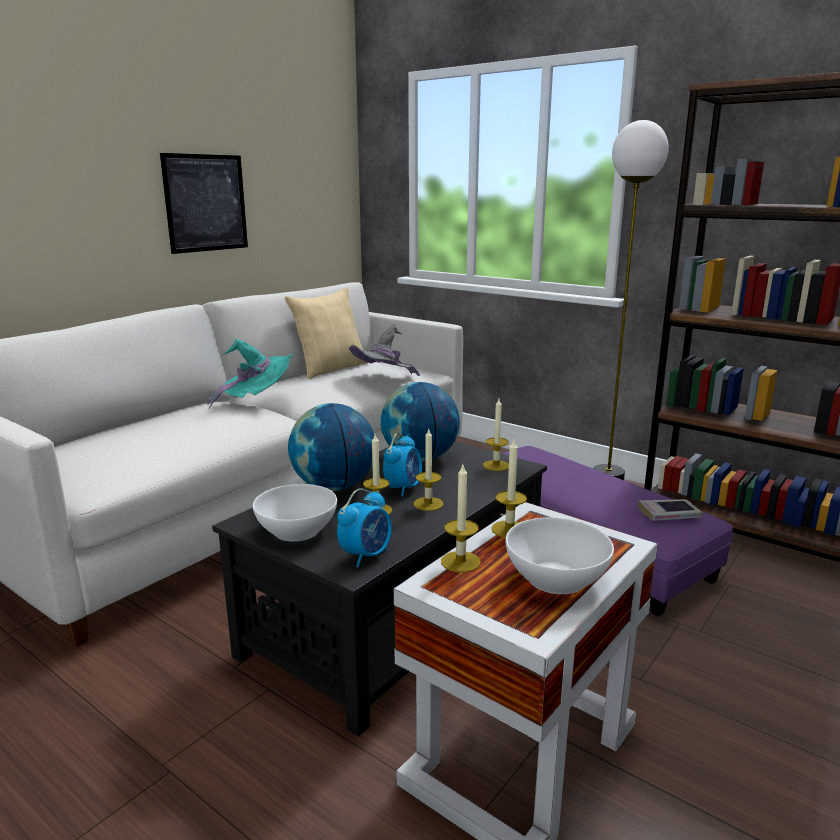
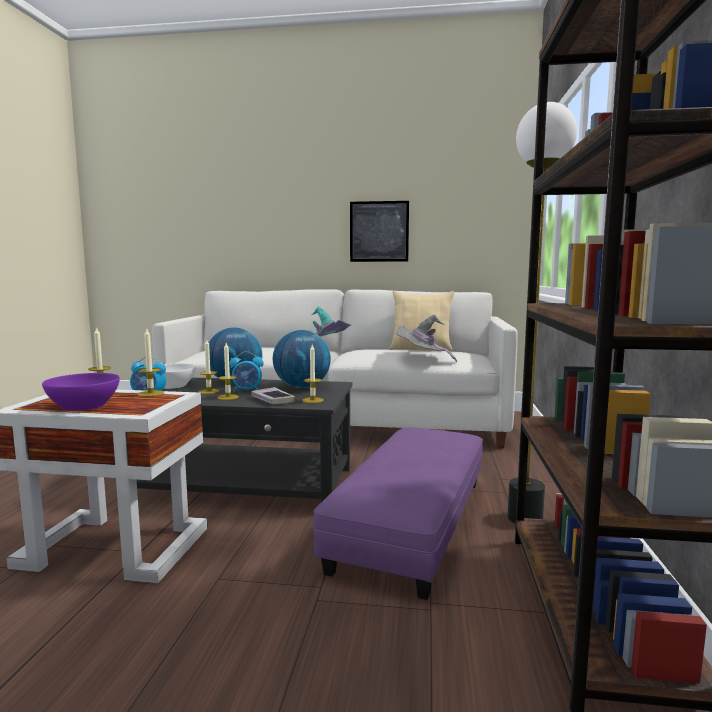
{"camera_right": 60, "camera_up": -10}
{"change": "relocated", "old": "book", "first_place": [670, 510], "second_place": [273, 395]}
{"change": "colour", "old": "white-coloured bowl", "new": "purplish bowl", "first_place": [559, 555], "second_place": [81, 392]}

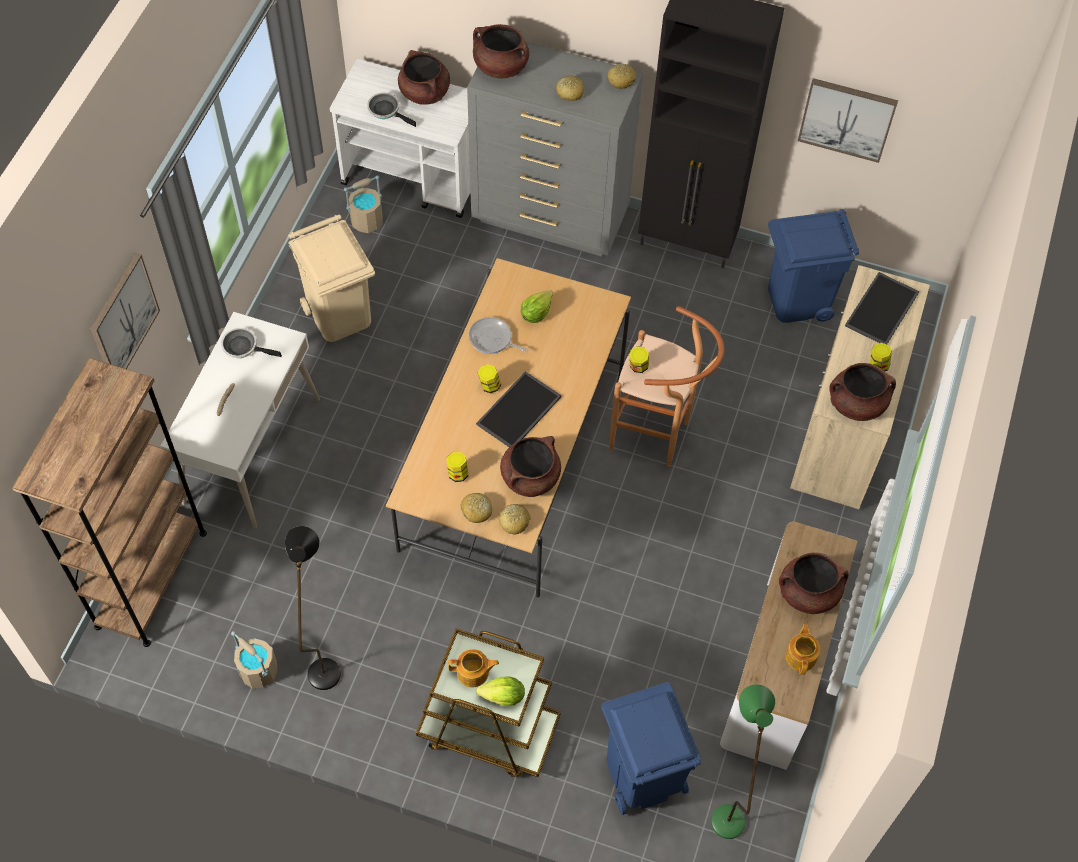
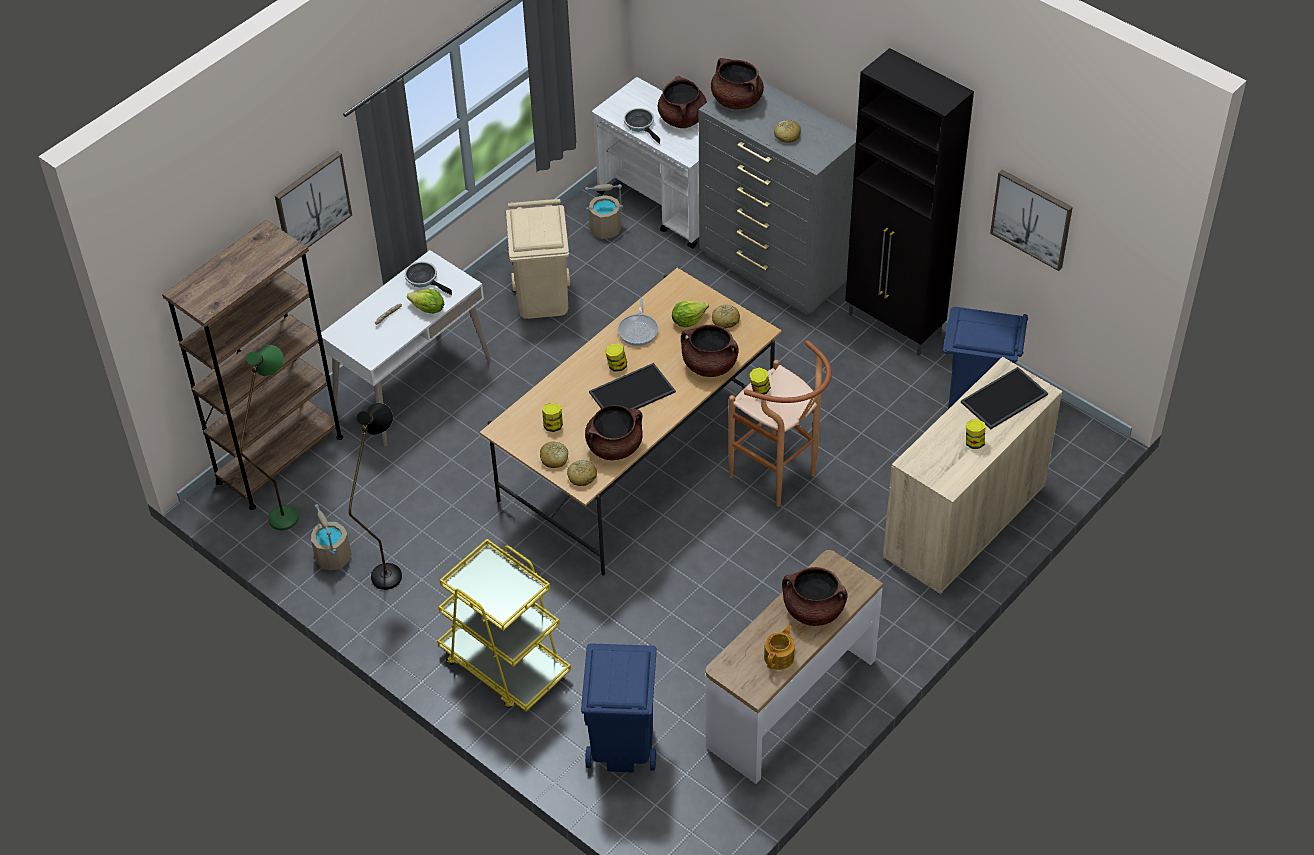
{"camera_right": 25, "camera_up": -10}
{"change": "missing", "old": "tea pot", "first_place": [473, 668]}
{"change": "relocated", "old": "head of lettuce", "first_place": [500, 691], "second_place": [425, 301]}
{"change": "relocated", "old": "baked bread", "first_place": [621, 76], "second_place": [726, 316]}
{"change": "relocated", "old": "greenish standard lamp", "first_place": [743, 761], "second_place": [269, 437]}
{"change": "relocated", "old": "brownish cooking pot", "first_place": [862, 392], "second_place": [710, 351]}
{"change": "colour", "old": "brownish cart", "new": "yellow-coloured cart", "first_place": [488, 702], "second_place": [504, 625]}
{"change": "spun", "old": "skillet", "first_place": [499, 335], "second_place": [638, 322], "degrees": -135}

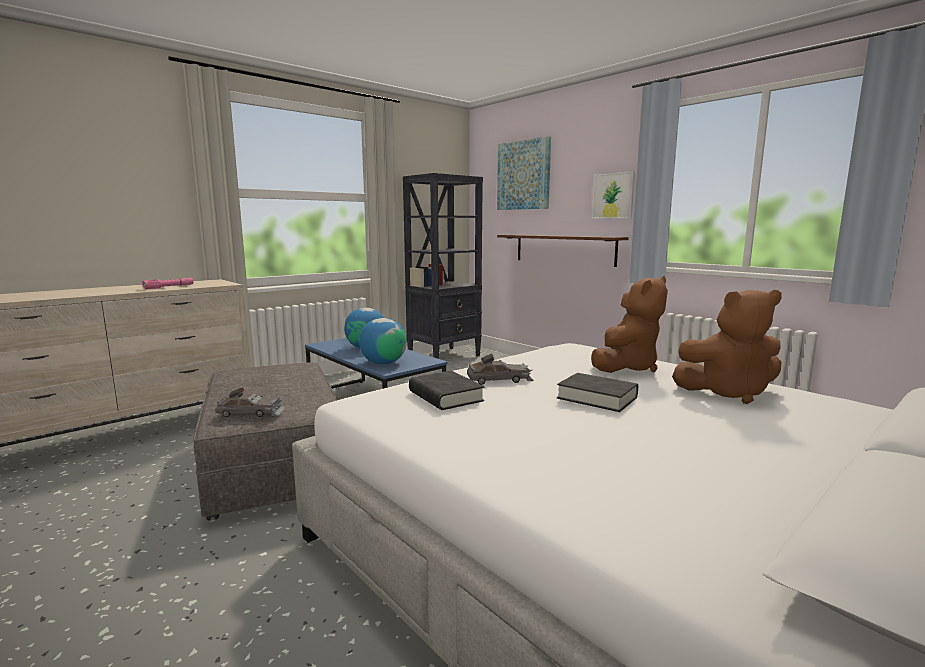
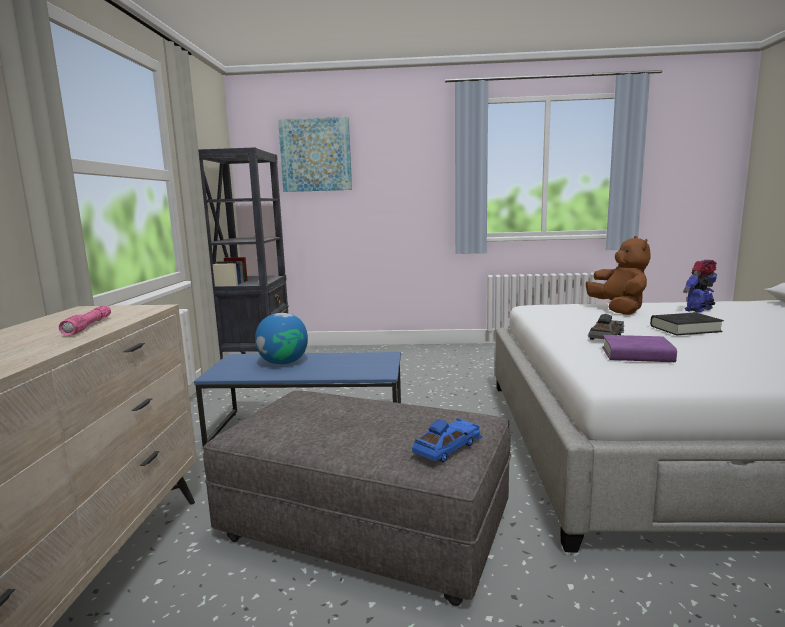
{"camera_right": -45, "camera_up": 0}
{"change": "missing", "old": "globe", "first_place": [383, 341]}
{"change": "missing", "old": "brownish wall shelf", "first_place": [563, 251]}
{"change": "missing", "old": "wall picture", "first_place": [613, 195]}
{"change": "exchanged", "old": "brownish soft toy", "new": "toy robot", "first_place": [727, 347], "second_place": [700, 286]}
{"change": "colour", "old": "gray toy car", "new": "bluish toy car", "first_place": [250, 402], "second_place": [447, 440]}
{"change": "colour", "old": "black-coloured book", "new": "purplish book", "first_place": [446, 390], "second_place": [639, 348]}

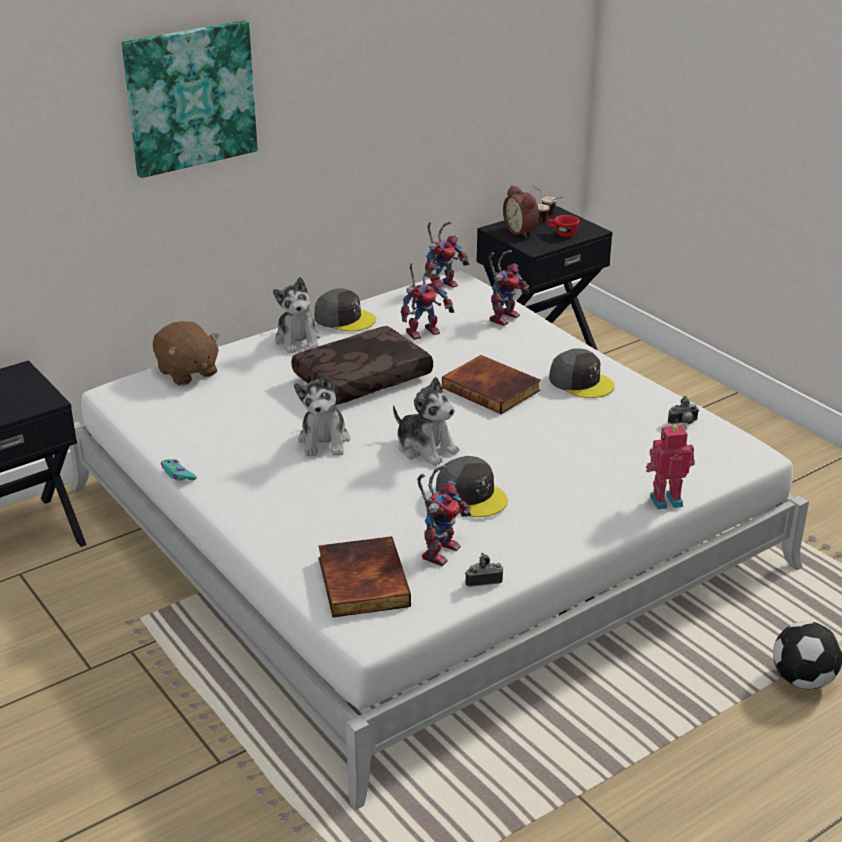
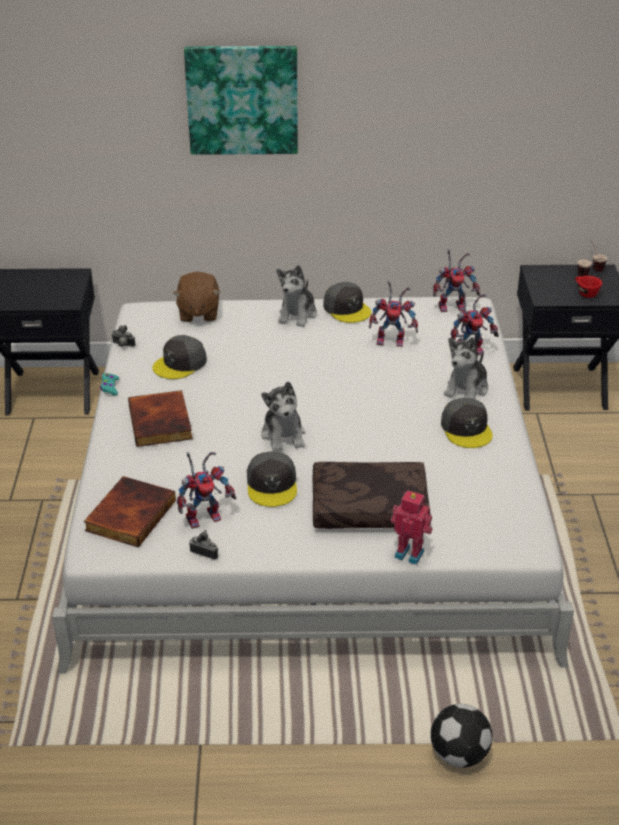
{"camera_right": 35, "camera_up": 5}
{"change": "missing", "old": "table clock", "first_place": [521, 211]}
{"change": "appeared", "new": "gray cap", "second_place": [180, 357]}
{"change": "relocated", "old": "brownish pillow", "first_place": [362, 365], "second_place": [372, 495]}
{"change": "relocated", "old": "soft toy", "first_place": [322, 415], "second_place": [466, 368]}
{"change": "relocated", "old": "book", "first_place": [491, 384], "second_place": [160, 418]}
{"change": "relocated", "old": "still camera", "first_place": [683, 410], "second_place": [123, 336]}

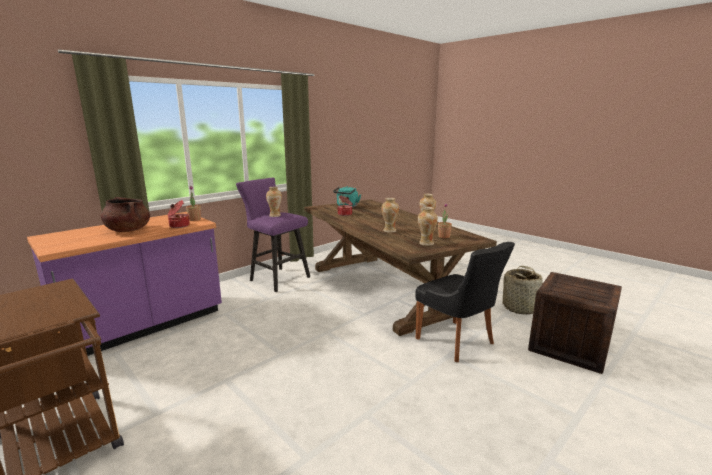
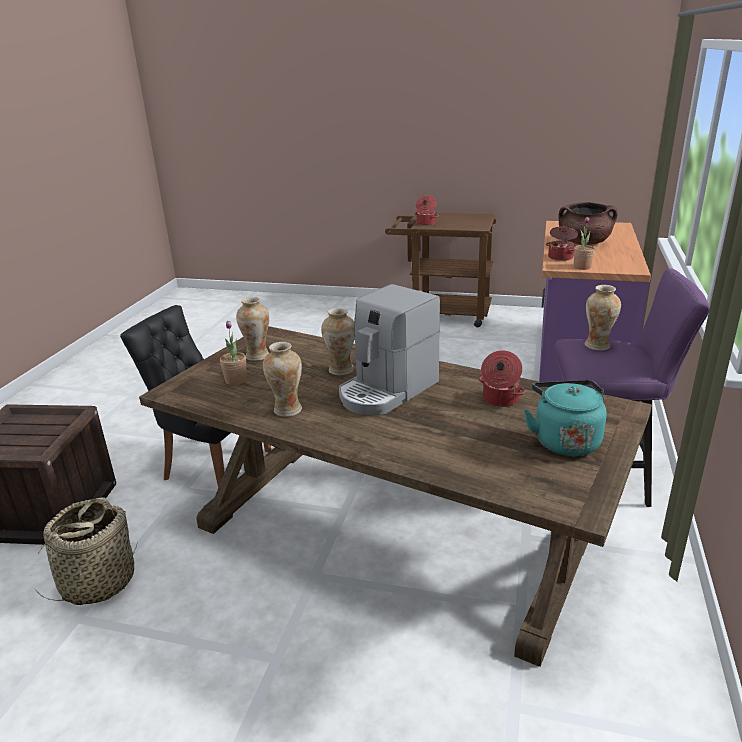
{"camera_right": 150, "camera_up": 10}
{"change": "appeared", "new": "coffee maker", "second_place": [389, 349]}
{"change": "appeared", "new": "cooking pot", "second_place": [427, 210]}

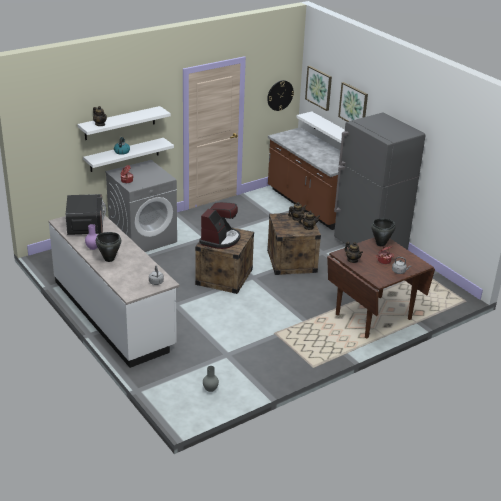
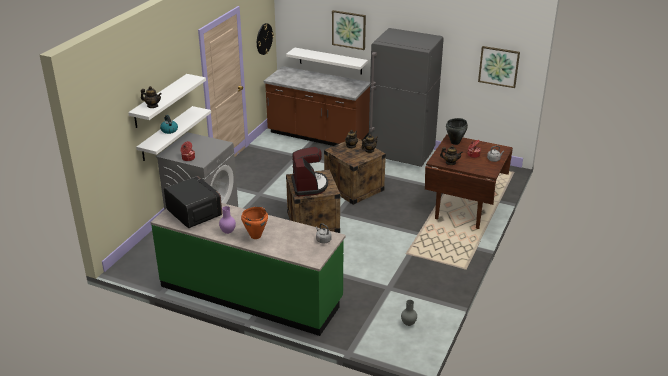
{"camera_right": -30, "camera_up": 0}
{"change": "relocated", "old": "wall picture", "first_place": [318, 88], "second_place": [499, 67]}
{"change": "colour", "old": "white-coloured kitchen base unit", "new": "greenish kitchen base unit", "first_place": [113, 290], "second_place": [248, 269]}
{"change": "colour", "old": "black-coloured cooking pot", "new": "orange cooking pot", "first_place": [108, 247], "second_place": [254, 223]}

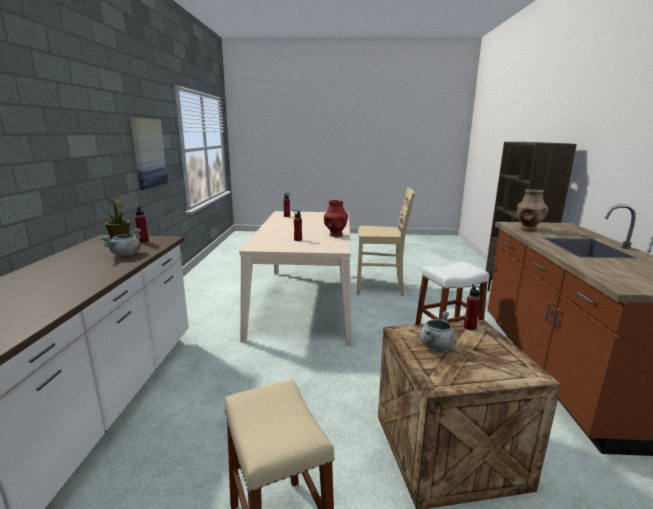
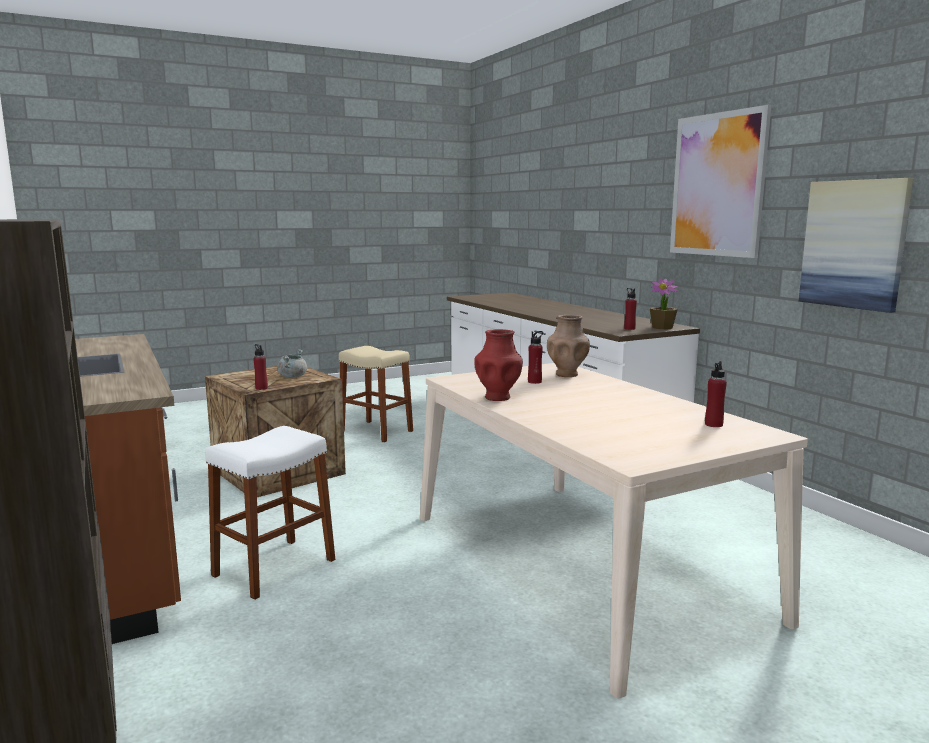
{"camera_right": 150, "camera_up": -5}
{"change": "missing", "old": "gray cooking pot", "first_place": [121, 242]}
{"change": "missing", "old": "beige plain chair", "first_place": [386, 241]}
{"change": "appeared", "new": "wall picture", "second_place": [720, 181]}
{"change": "relocated", "old": "brownish flower vase", "first_place": [532, 210], "second_place": [568, 346]}

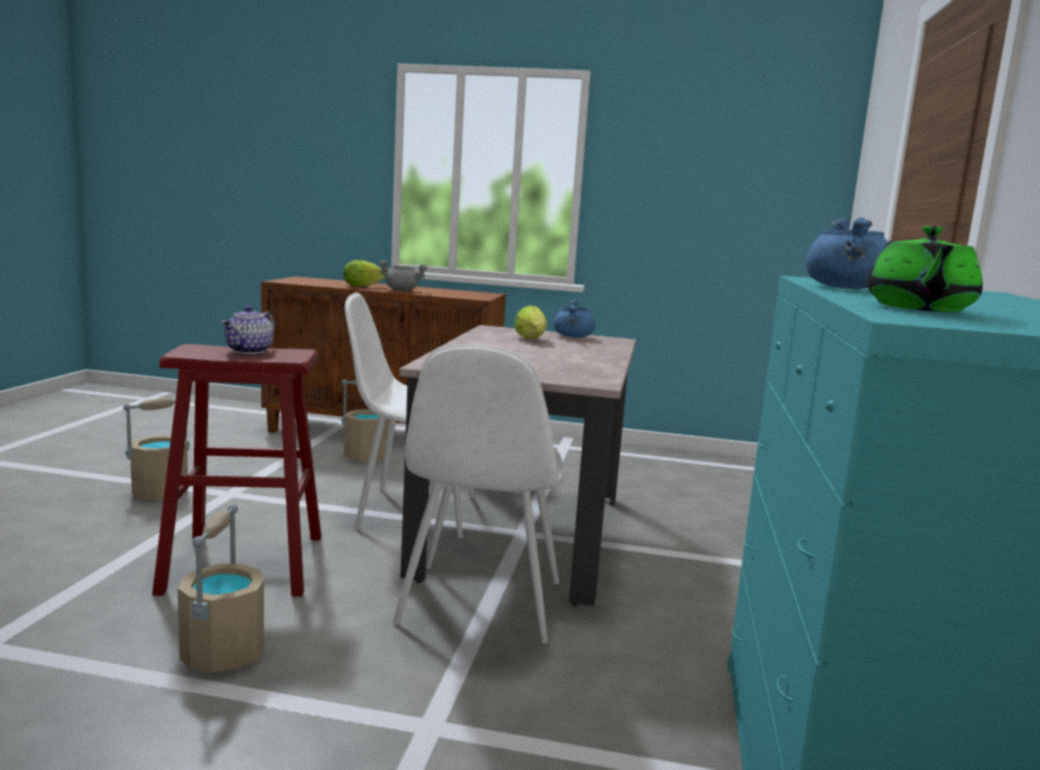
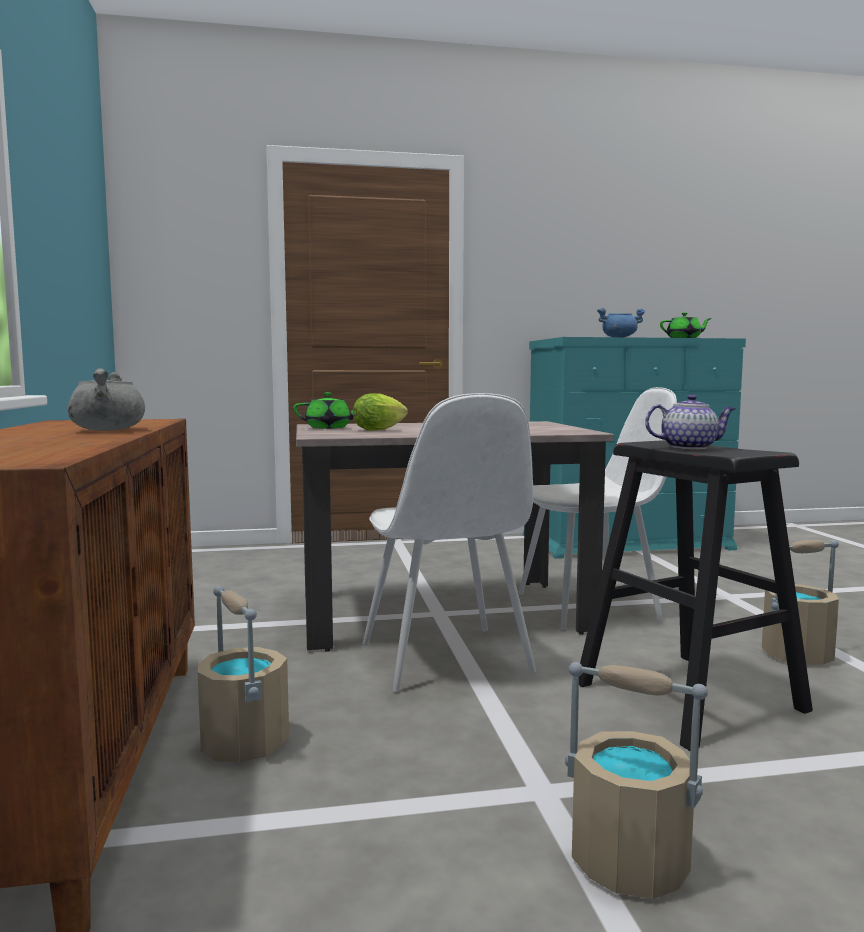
{"camera_right": -110, "camera_up": -5}
{"change": "missing", "old": "head of lettuce", "first_place": [364, 273]}
{"change": "exchanged", "old": "bluish cooking pot", "new": "greenish tea pot", "first_place": [574, 318], "second_place": [323, 410]}
{"change": "colour", "old": "reddish stool seat", "new": "black-coloured stool seat", "first_place": [236, 470], "second_place": [696, 595]}

